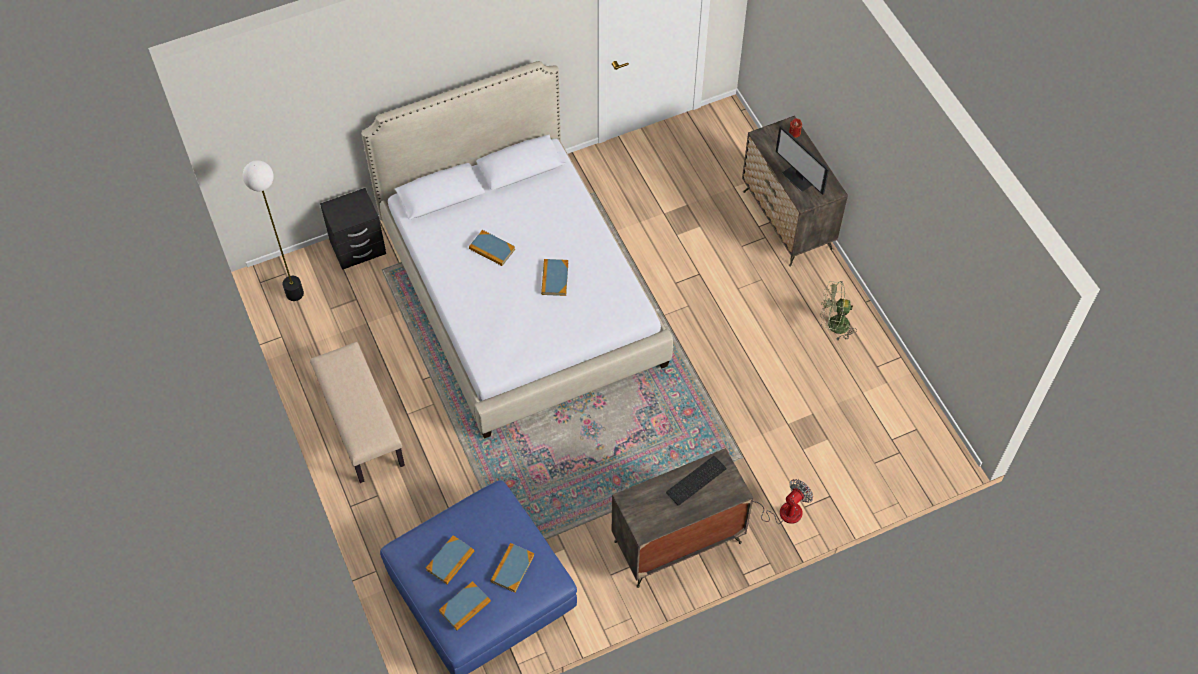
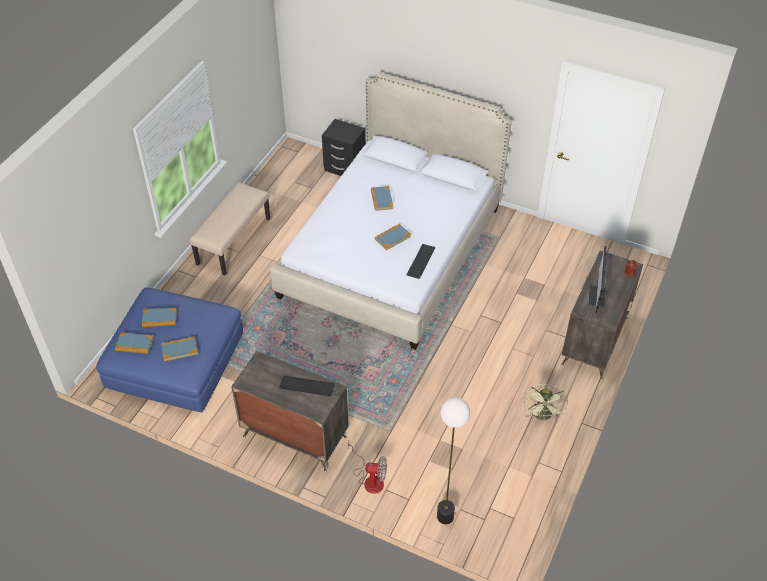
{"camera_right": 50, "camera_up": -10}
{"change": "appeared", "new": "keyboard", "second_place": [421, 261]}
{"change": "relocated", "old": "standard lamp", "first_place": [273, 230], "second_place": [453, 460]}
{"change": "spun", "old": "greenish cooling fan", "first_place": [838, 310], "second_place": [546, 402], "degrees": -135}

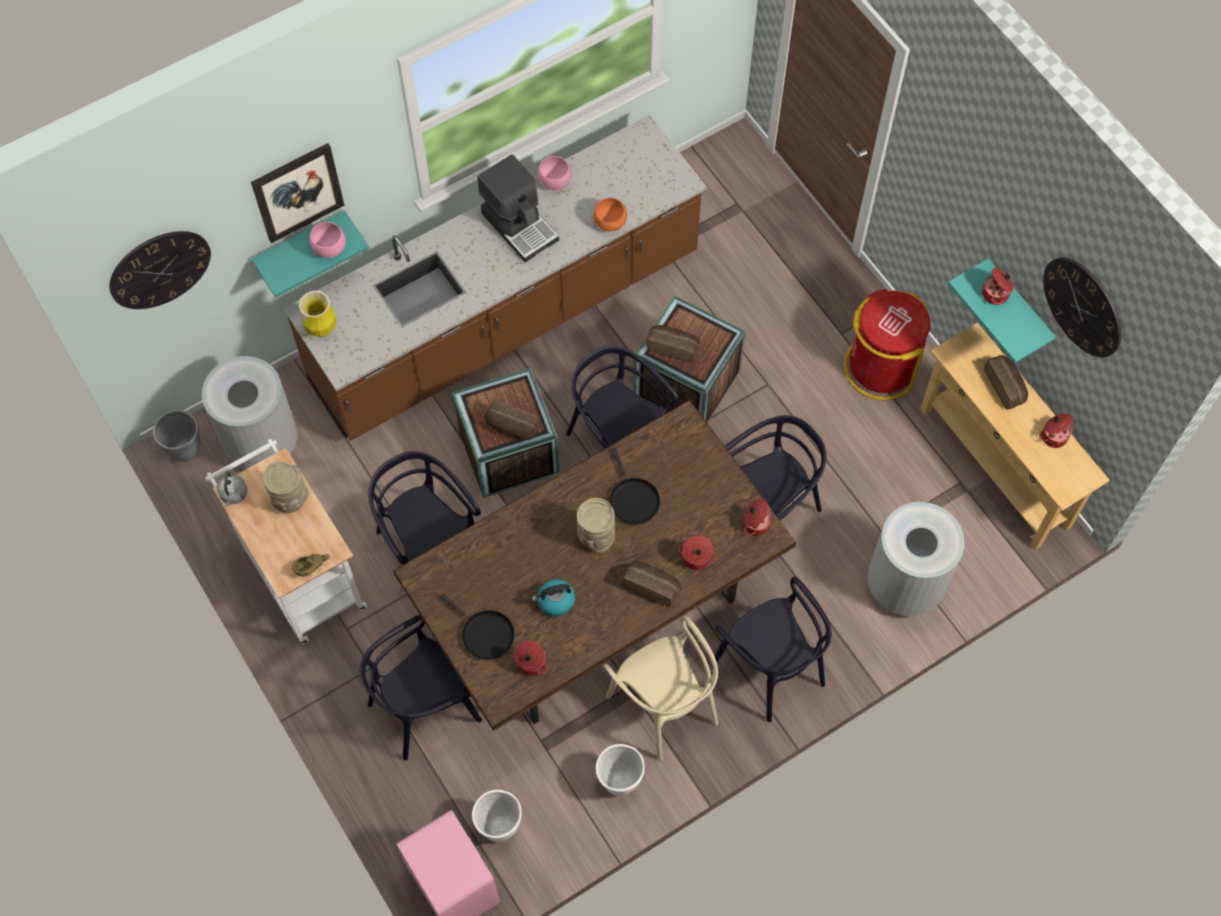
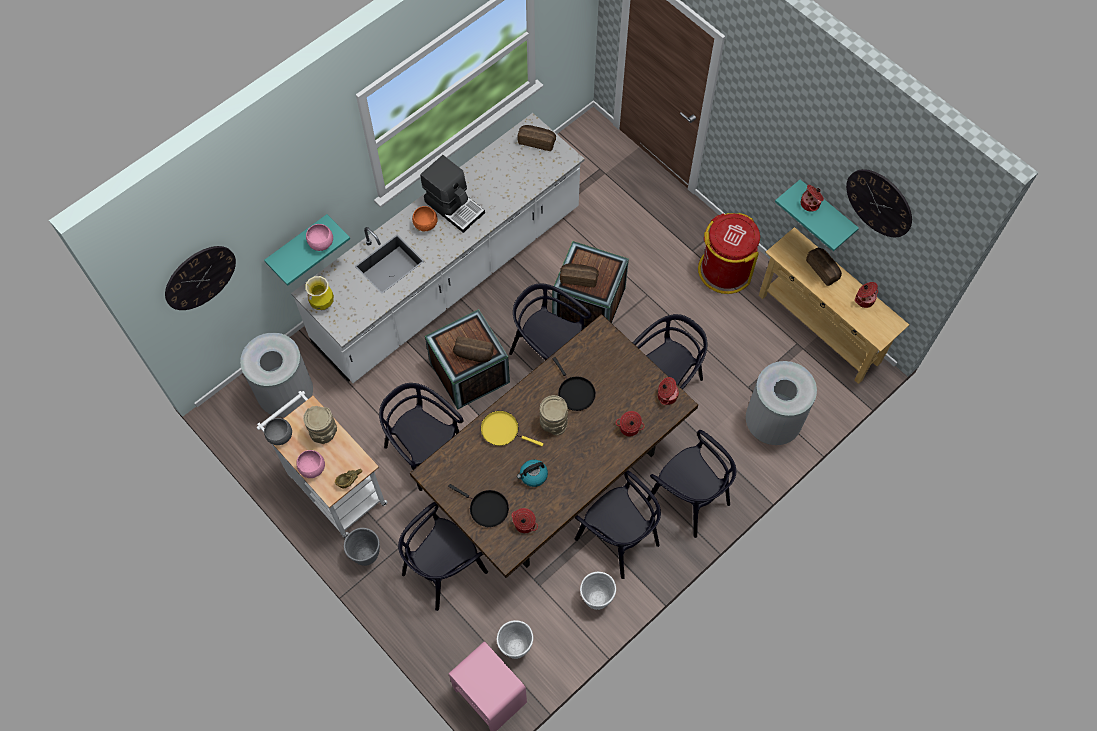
{"camera_right": -10, "camera_up": 0}
{"change": "missing", "old": "wall picture", "first_place": [297, 193]}
{"change": "appeared", "new": "yellow-coloured skillet", "second_place": [512, 428]}
{"change": "relocated", "old": "gray planter", "first_place": [176, 436], "second_place": [362, 547]}
{"change": "relocated", "old": "pink-coloured bowl", "first_place": [555, 173], "second_place": [310, 464]}
{"change": "relocated", "old": "orange bowl", "first_place": [610, 215], "second_place": [424, 218]}
{"change": "relocated", "old": "baked bread", "first_place": [651, 584], "second_place": [536, 138]}
{"change": "exchanged", "old": "gray water kettle", "new": "gray bowl", "first_place": [232, 489], "second_place": [278, 431]}
{"change": "colour", "old": "brownish kitchen base unit", "new": "white-coloured kitchen base unit", "first_place": [495, 278], "second_place": [438, 248]}
{"change": "colour", "old": "beige plain chair", "new": "black-coloured plain chair", "first_place": [660, 688], "second_place": [618, 524]}

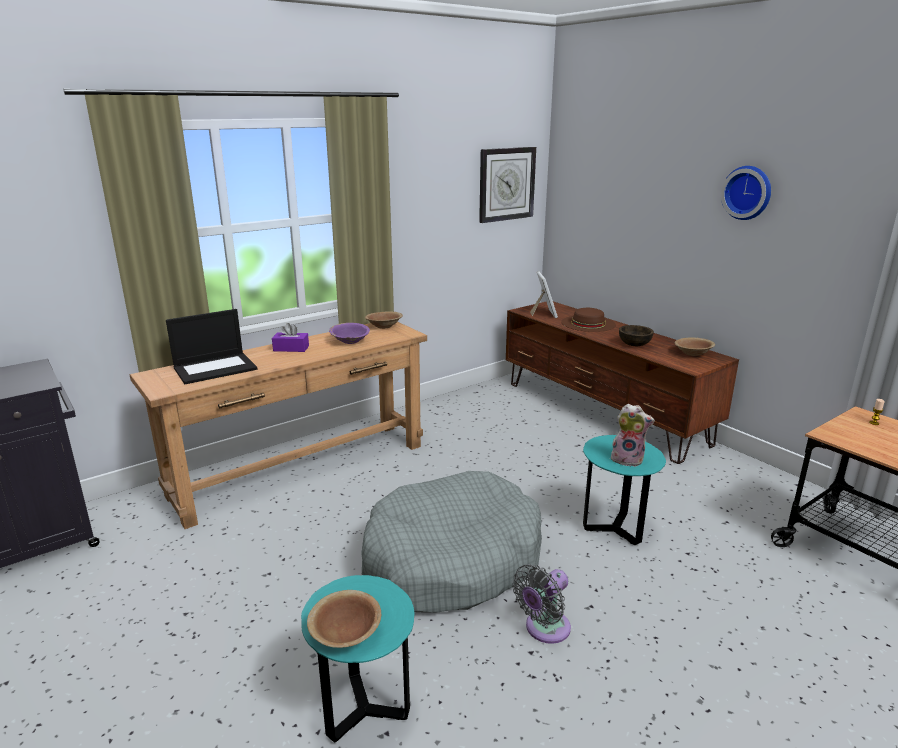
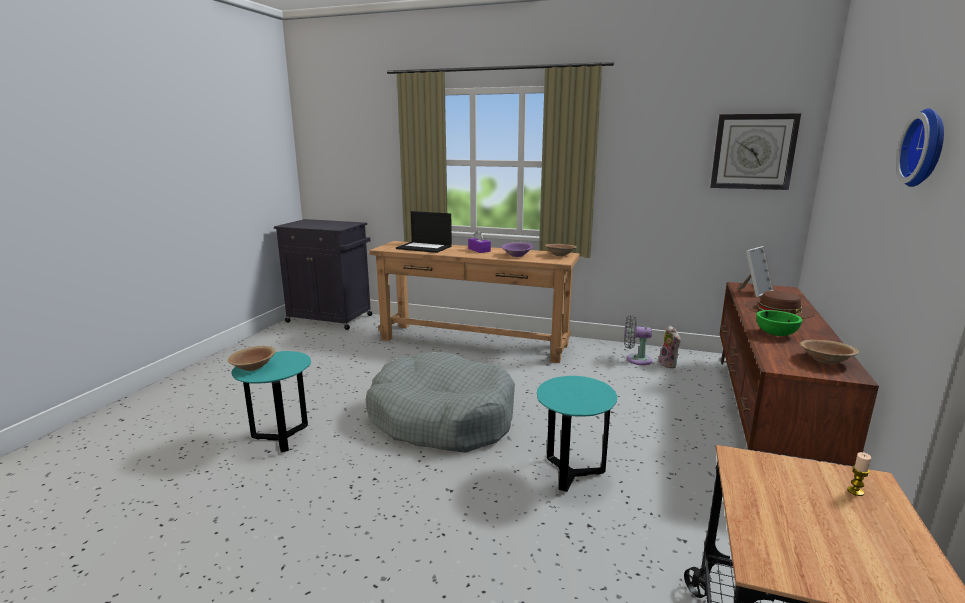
{"camera_right": 55, "camera_up": -5}
{"change": "relocated", "old": "gray cooling fan", "first_place": [541, 604], "second_place": [638, 340]}
{"change": "relocated", "old": "soft toy", "first_place": [633, 435], "second_place": [670, 346]}
{"change": "colour", "old": "brownish bowl", "new": "greenish bowl", "first_place": [636, 335], "second_place": [779, 323]}

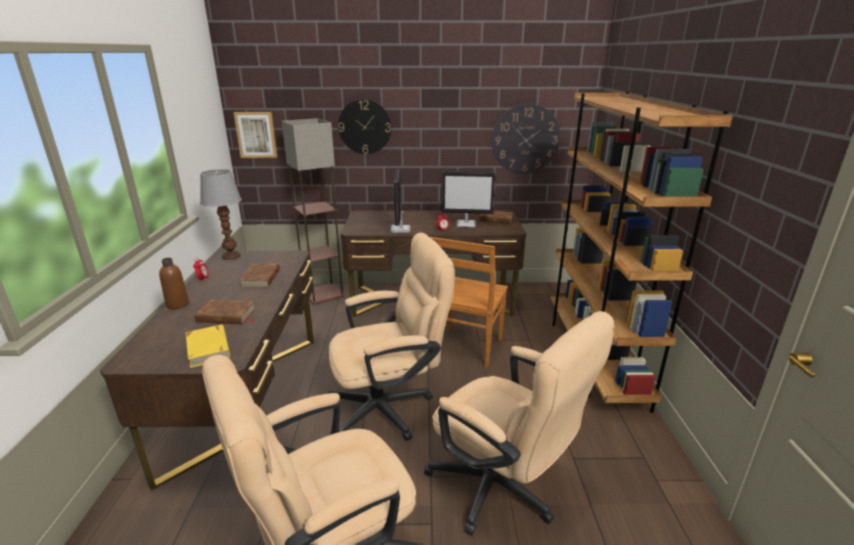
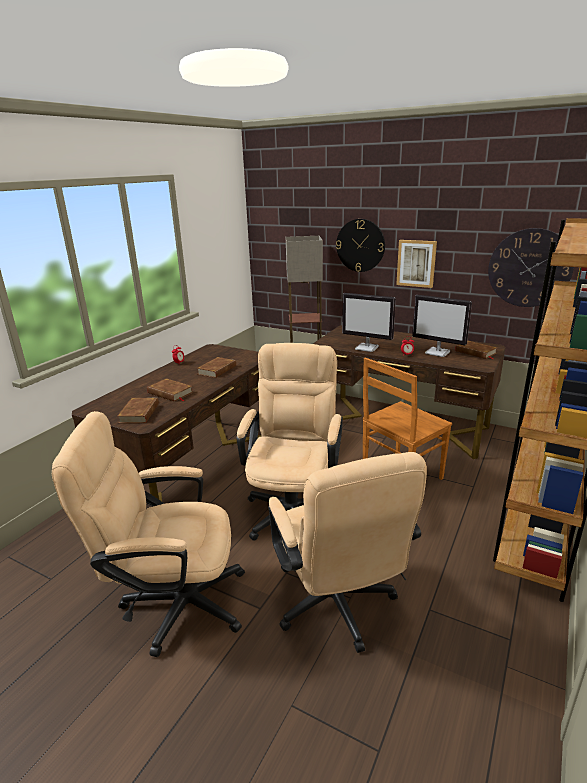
{"camera_right": 30, "camera_up": 0}
{"change": "missing", "old": "brownish drink bottle", "first_place": [174, 283]}
{"change": "missing", "old": "table lamp", "first_place": [221, 214]}
{"change": "relocated", "old": "wall picture", "first_place": [255, 135], "second_place": [416, 264]}
{"change": "colour", "old": "yellow-coloured book", "new": "brownish book", "first_place": [208, 346], "second_place": [138, 410]}
{"change": "spun", "old": "beige office chair", "first_place": [391, 337], "second_place": [290, 442], "degrees": -90}
{"change": "spun", "old": "computer display", "first_place": [400, 201], "second_place": [369, 322], "degrees": -90}

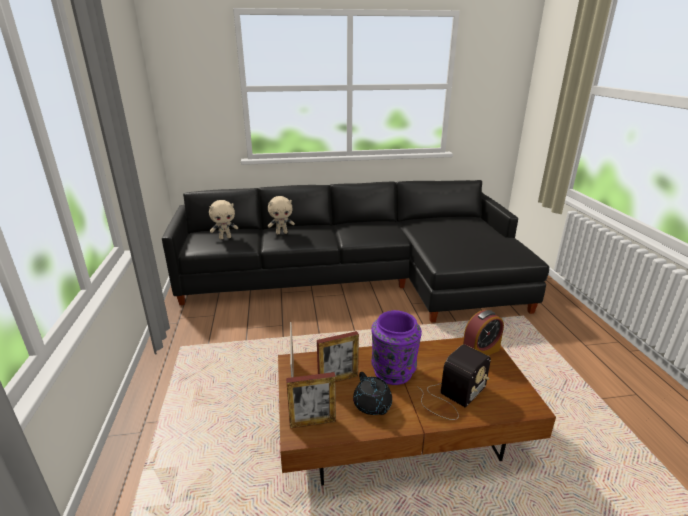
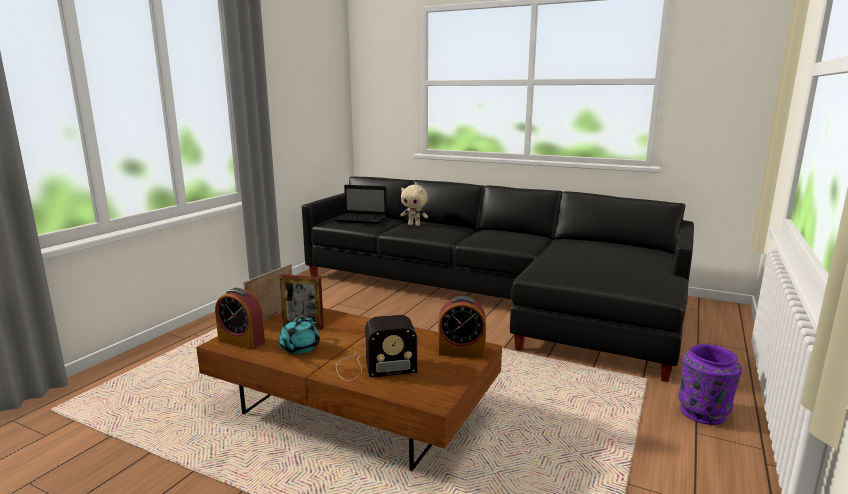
{"camera_right": 35, "camera_up": -10}
{"change": "relocated", "old": "purplish flower vase", "first_place": [396, 347], "second_place": [710, 384]}
{"change": "exchanged", "old": "beige soft toy", "new": "notebook computer", "first_place": [223, 219], "second_place": [361, 204]}
{"change": "exchanged", "old": "photo frame", "new": "table clock", "first_place": [311, 400], "second_place": [240, 319]}
{"change": "colour", "old": "black-coloured tea pot", "new": "turquoise-coloured tea pot", "first_place": [372, 393], "second_place": [299, 335]}

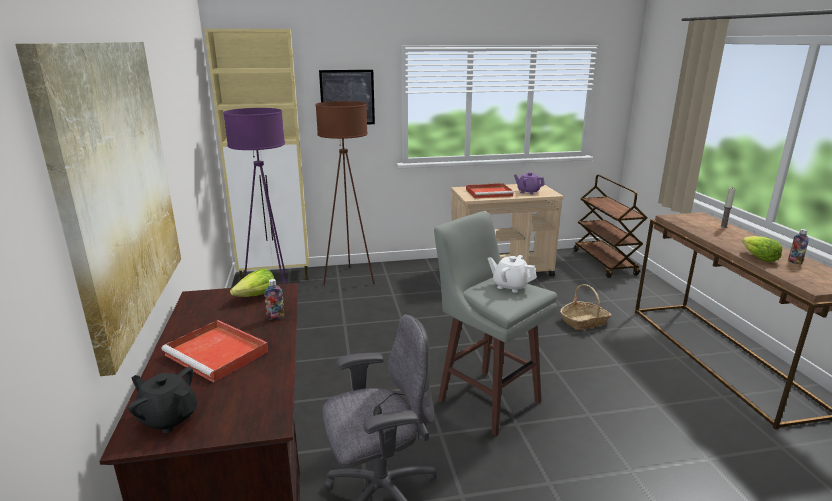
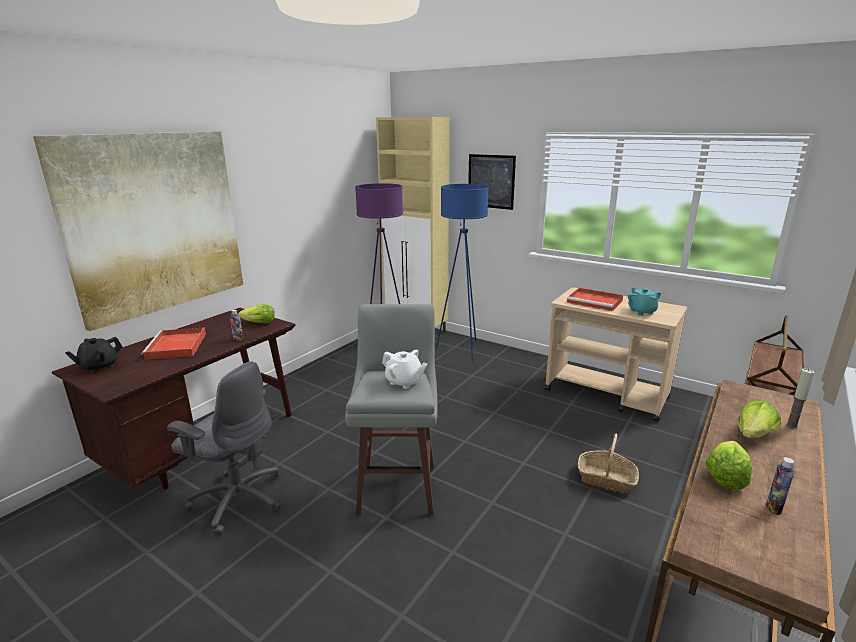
{"camera_right": 45, "camera_up": 0}
{"change": "appeared", "new": "head of lettuce", "second_place": [759, 419]}
{"change": "colour", "old": "brownish standard lamp", "new": "bluish standard lamp", "first_place": [345, 193], "second_place": [462, 272]}
{"change": "colour", "old": "purplish tea pot", "new": "turquoise-coloured tea pot", "first_place": [529, 183], "second_place": [644, 301]}
{"change": "spun", "old": "black-coloured tea pot", "first_place": [162, 400], "second_place": [93, 355], "degrees": -120}
{"change": "spun", "old": "white-coloured tea pot", "first_place": [512, 274], "second_place": [404, 369], "degrees": 135}

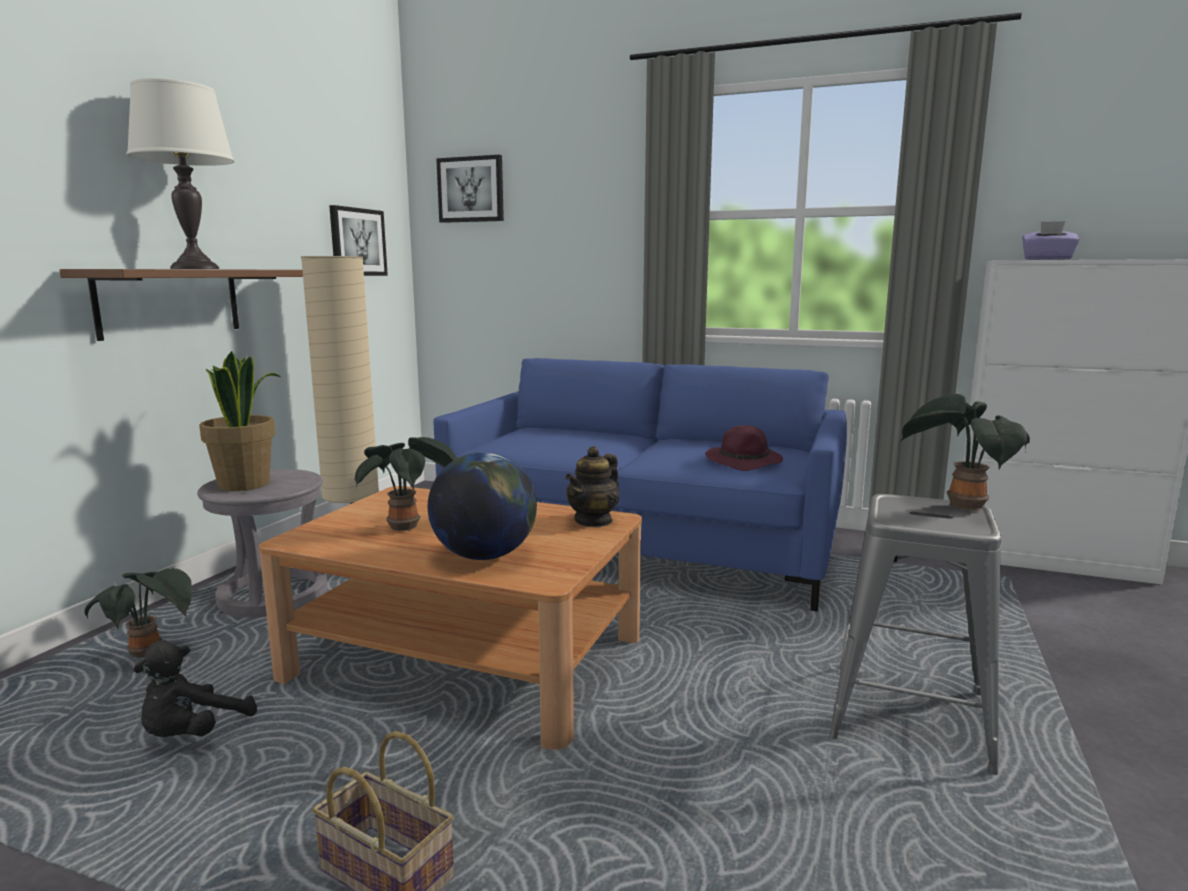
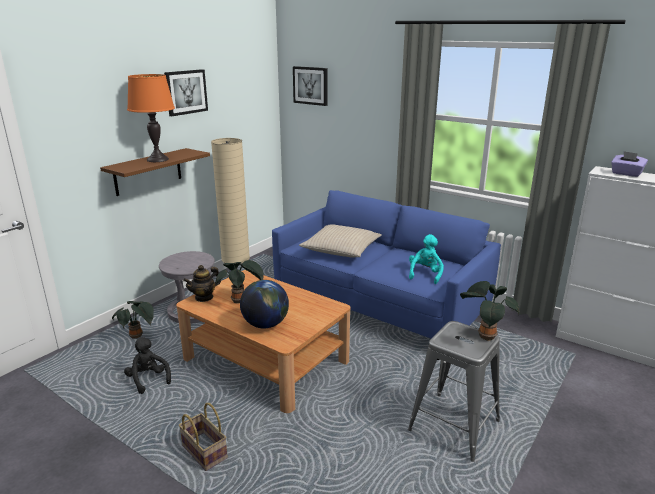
{"camera_right": 15, "camera_up": 10}
{"change": "missing", "old": "houseplant", "first_place": [240, 421]}
{"change": "appeared", "new": "beige pillow", "second_place": [340, 241]}
{"change": "relocated", "old": "wall picture", "first_place": [358, 240], "second_place": [186, 92]}
{"change": "relocated", "old": "tea pot", "first_place": [592, 487], "second_place": [202, 283]}
{"change": "exchanged", "old": "purplish wearable hat", "new": "turquoise-coloured soft toy", "first_place": [744, 448], "second_place": [426, 259]}
{"change": "colour", "old": "white-coloured table lamp", "new": "orange table lamp", "first_place": [180, 173], "second_place": [151, 118]}
{"change": "spun", "old": "black-coloured soft toy", "first_place": [195, 688], "second_place": [147, 365], "degrees": 105}

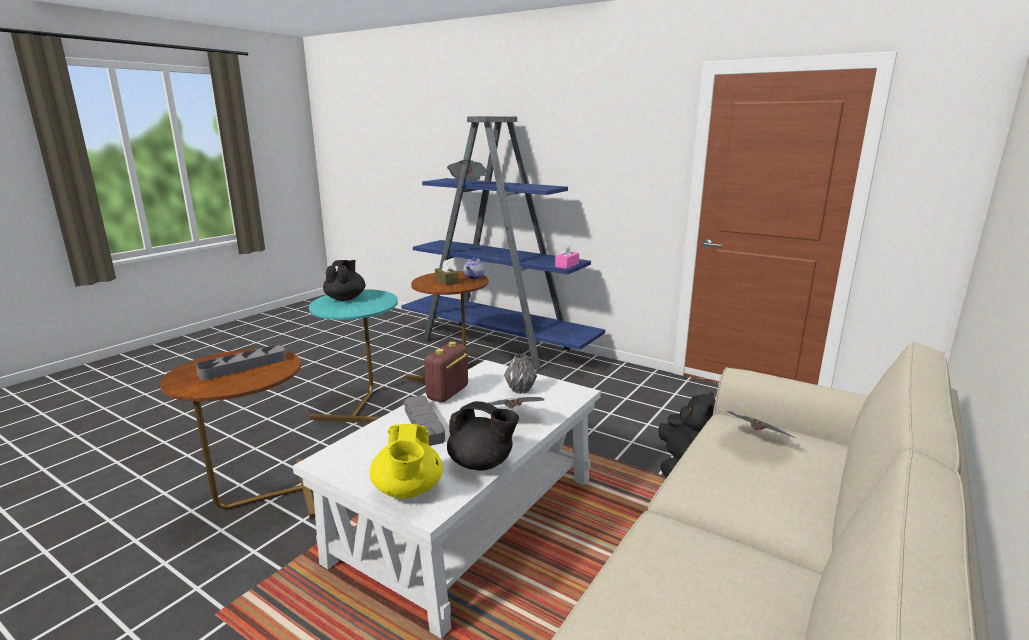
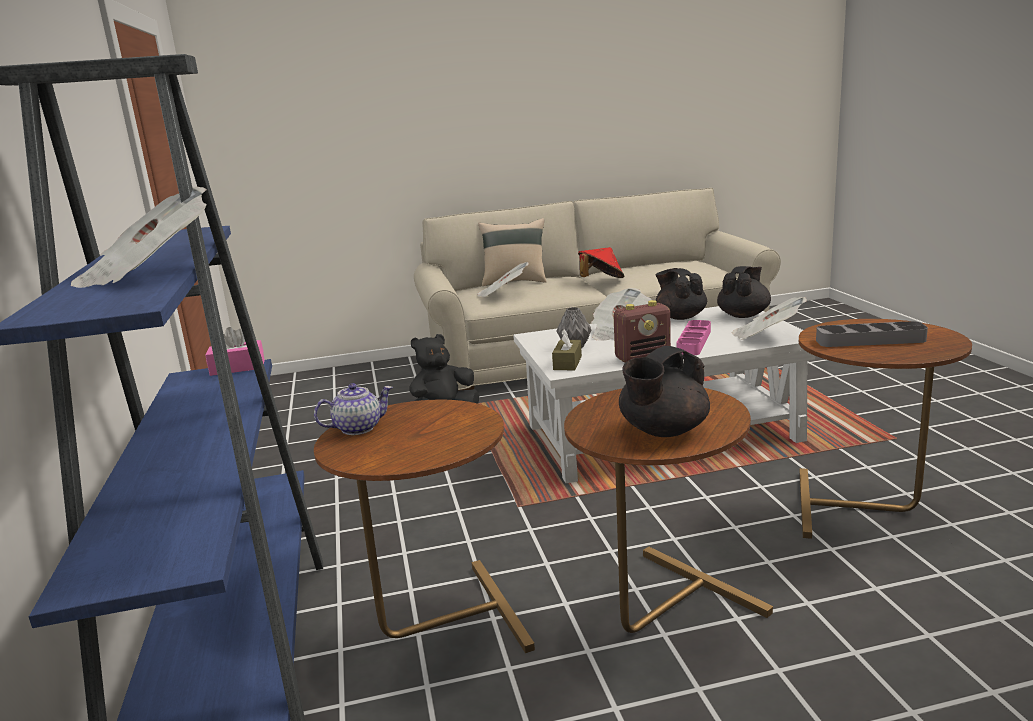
{"camera_right": -135, "camera_up": 0}
{"change": "appeared", "new": "beige pillow", "second_place": [512, 252]}
{"change": "appeared", "new": "reddish wearable hat", "second_place": [601, 262]}
{"change": "appeared", "new": "newspaper", "second_place": [769, 318]}
{"change": "relocated", "old": "brownish tissue box", "first_place": [446, 272], "second_place": [567, 349]}
{"change": "colour", "old": "turquoise-coloured accent table", "new": "brownish accent table", "first_place": [353, 356], "second_place": [668, 510]}
{"change": "colour", "old": "yellow-coloured tea pot", "new": "black-coloured tea pot", "first_place": [406, 461], "second_place": [744, 292]}
{"change": "colour", "old": "gray tray", "new": "pink-coloured tray", "first_place": [424, 421], "second_place": [693, 337]}

